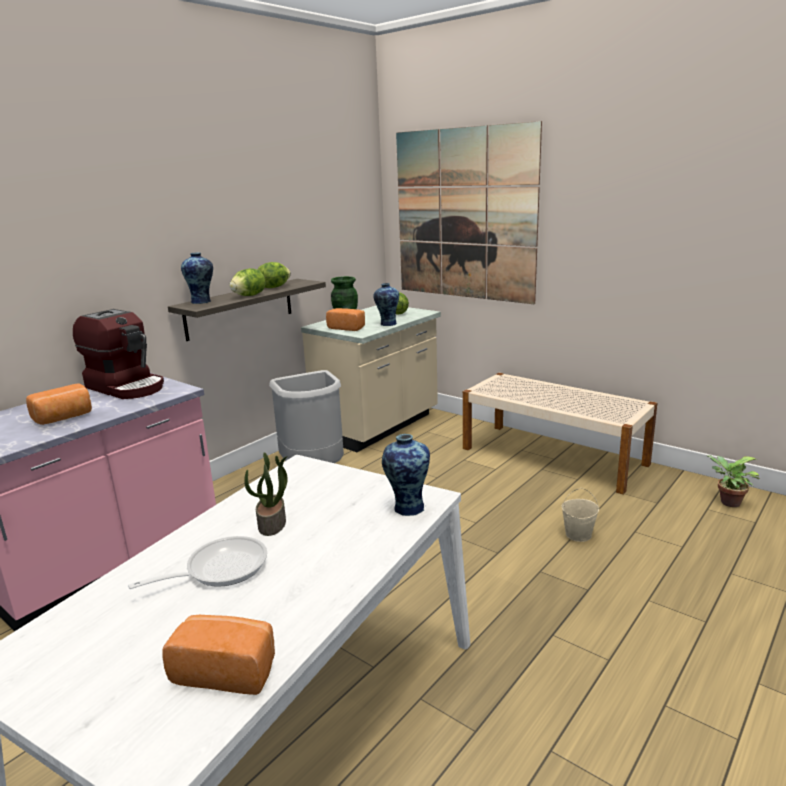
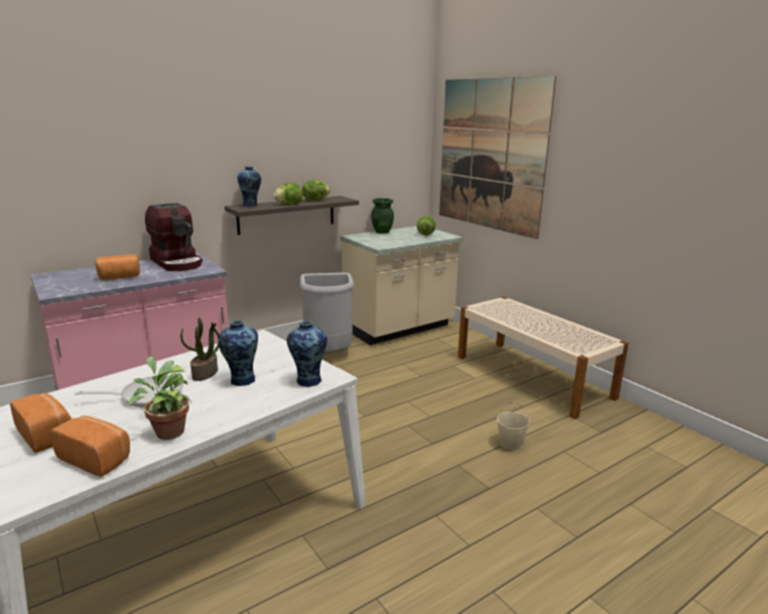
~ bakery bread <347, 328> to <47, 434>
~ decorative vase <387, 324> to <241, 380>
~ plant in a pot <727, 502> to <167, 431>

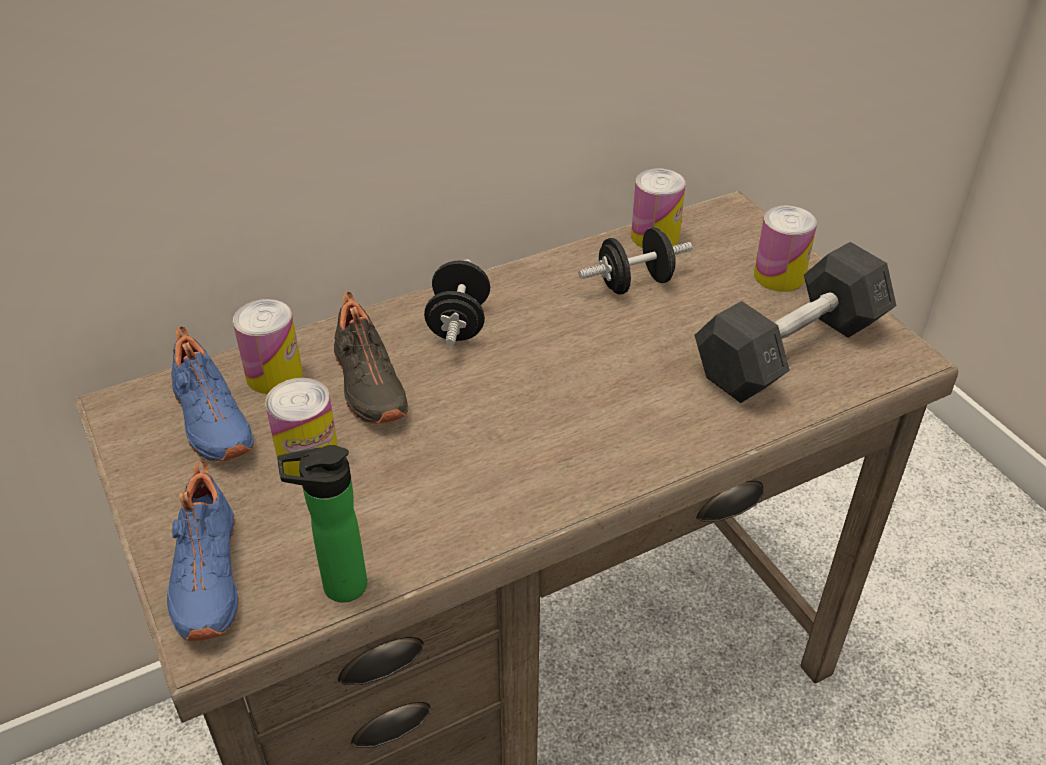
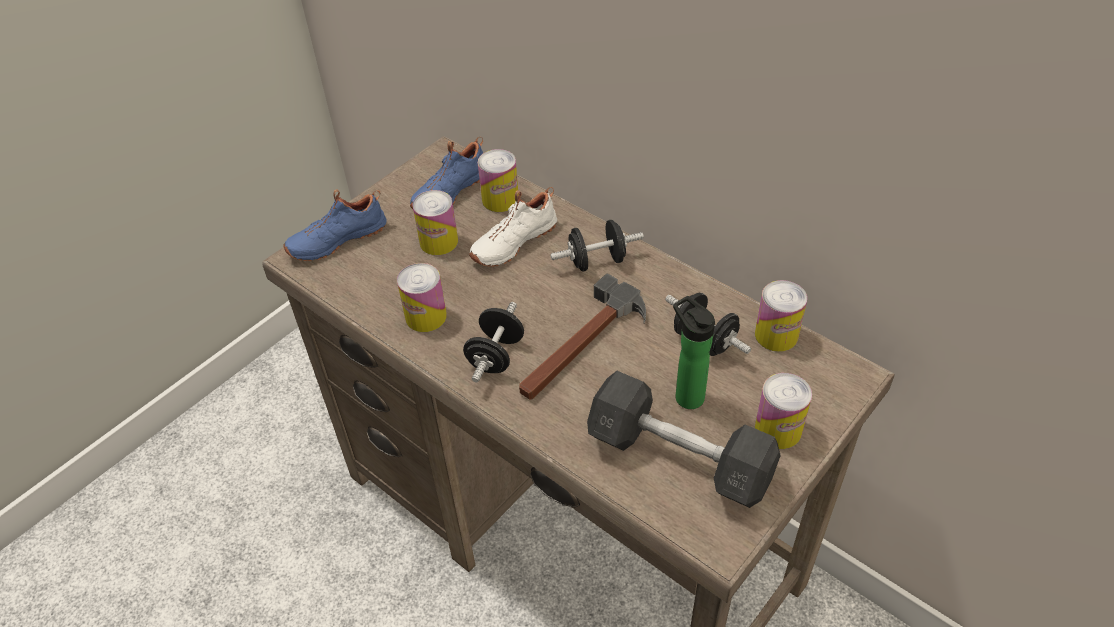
+ metal can <426, 316>
+ blackish dumbbell <496, 356>
+ hammer <581, 346>
~ beverage bottle <338, 587> to <686, 395>
~ blackish item of footwear <366, 385> to white item of footwear <512, 241>

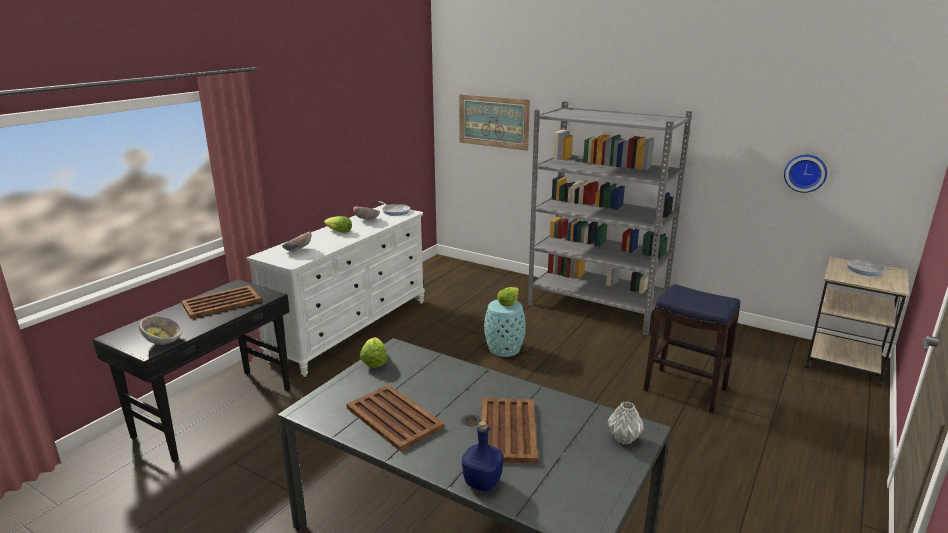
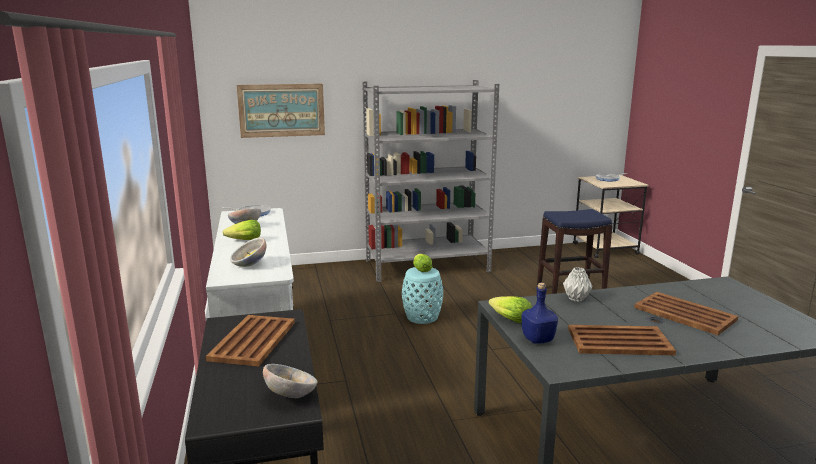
- clock on the wall <805, 172>
~ blue beverage bottle <482, 482> to <537, 339>
~ gray decorative vase <624, 438> to <576, 298>

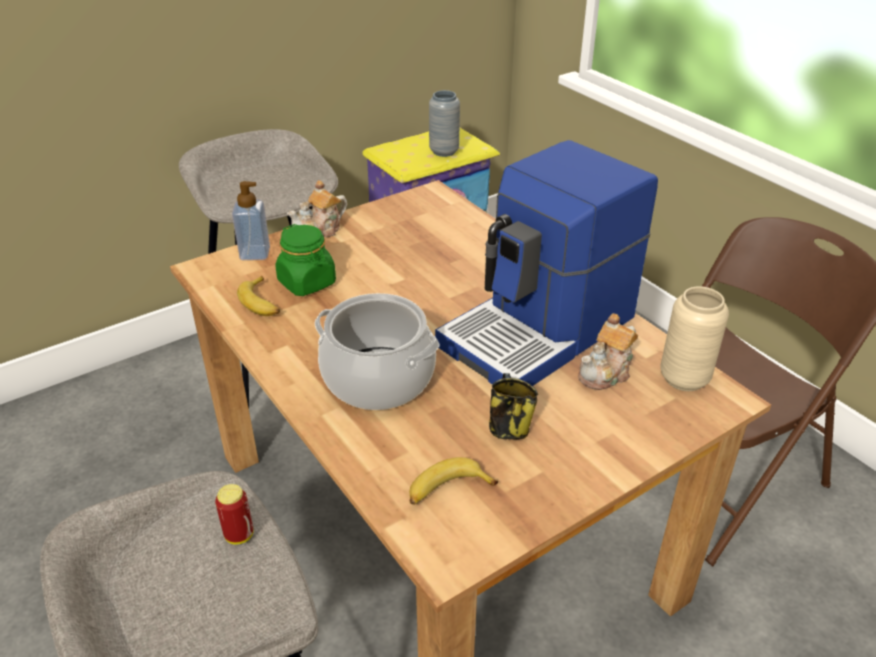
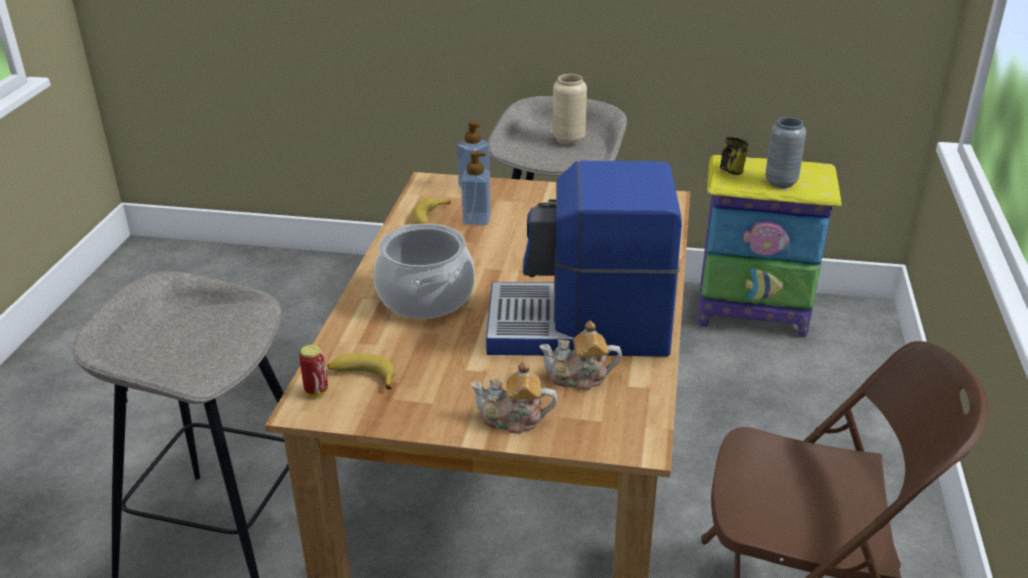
~ metal can <239, 535> to <316, 391>
~ tea pot <320, 230> to <513, 419>
~ tea mug <508, 427> to <733, 170>
~ beige-coloured decorative vase <684, 379> to <568, 139>
~ greenish jar <307, 283> to soap bottle <476, 219>

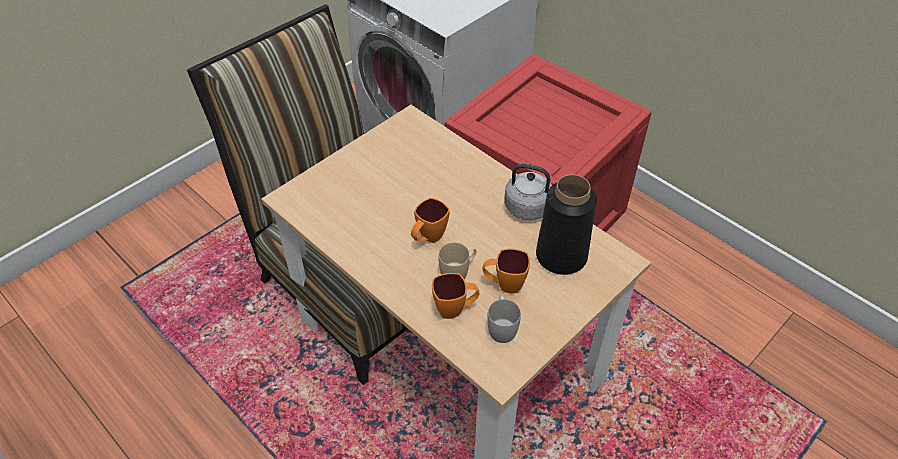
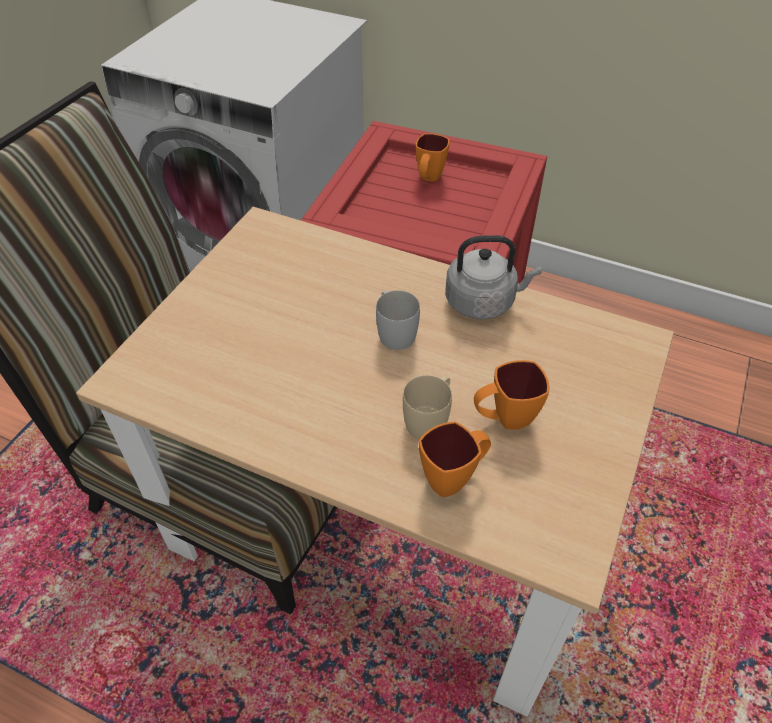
- blackish decorative vase <561, 256>
~ orange tea mug <428, 238> to <428, 179>
~ white tea mug <502, 326> to <394, 331>

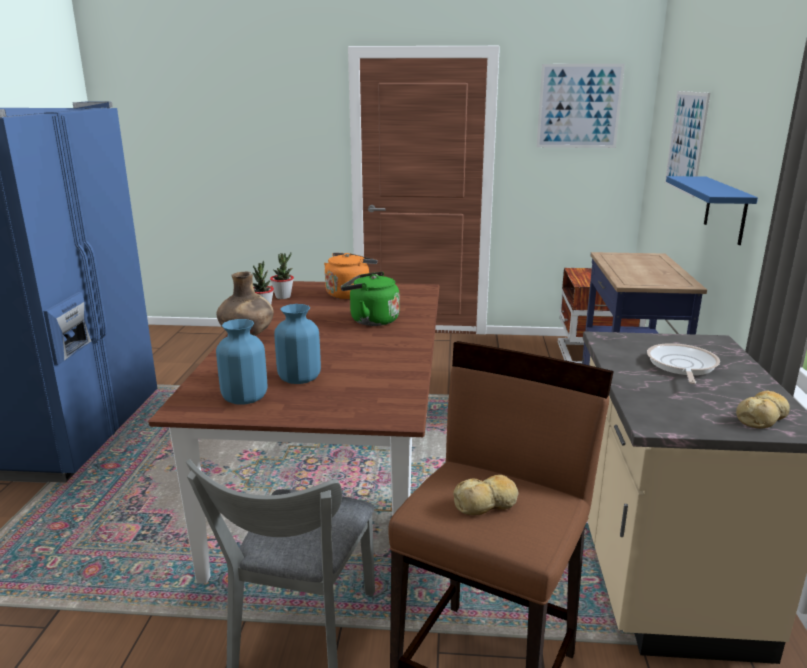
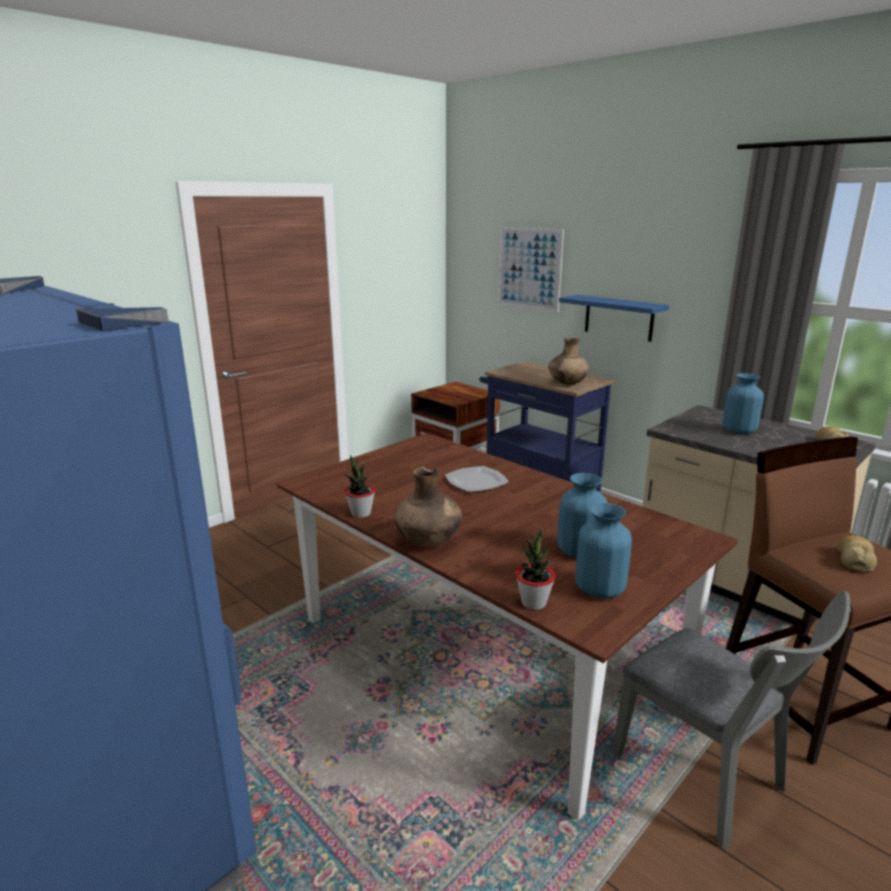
- orange kettle <349, 294>
- wall art <579, 106>
+ brown decorative vase <567, 384>
~ plant in a pot <283, 297> to <533, 602>
~ greenish kettle <371, 320> to plate <475, 481>
~ frying pan <681, 366> to blue decorative vase <738, 431>

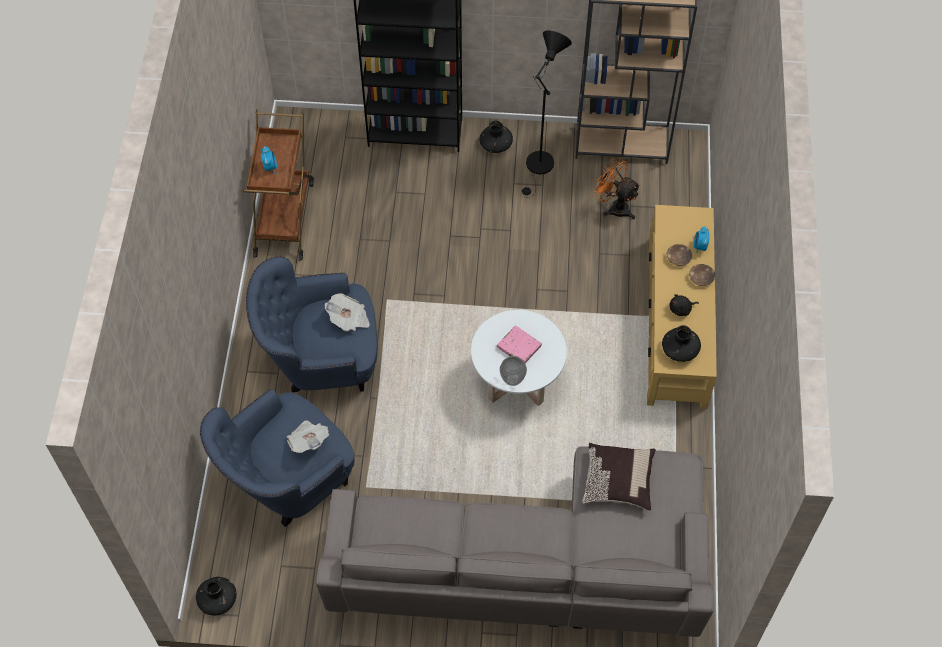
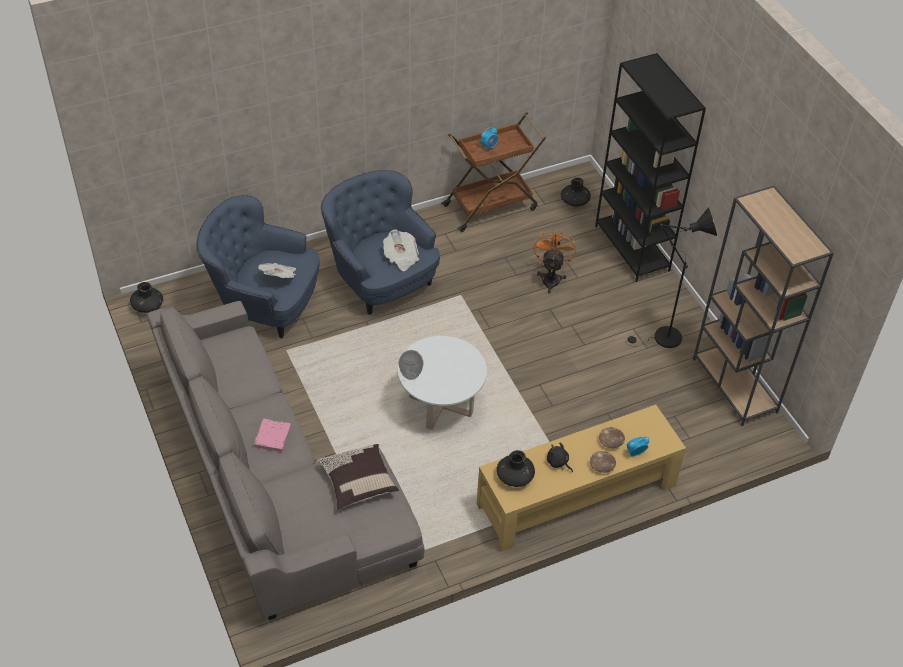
~ blackish decorative vase <495, 144> to <574, 201>
~ pink volume <519, 346> to <272, 437>
~ orange fan <614, 207> to <551, 277>

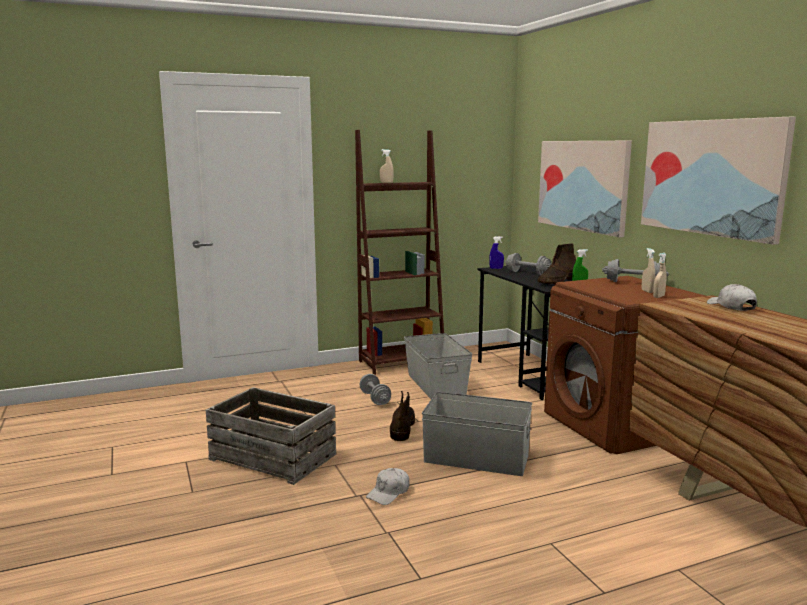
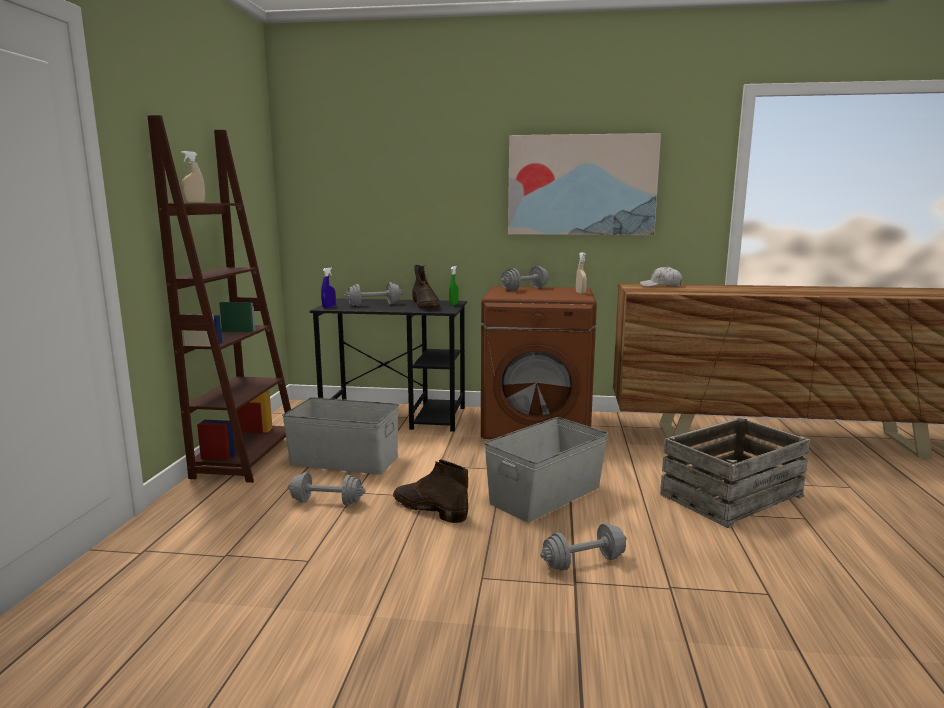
- wall art <583, 185>
- beige-coloured spray bottle <647, 291>
~ shipping crate <274, 456> to <730, 495>
~ white peaked cap <389, 493> to gray dumbbell <583, 562>

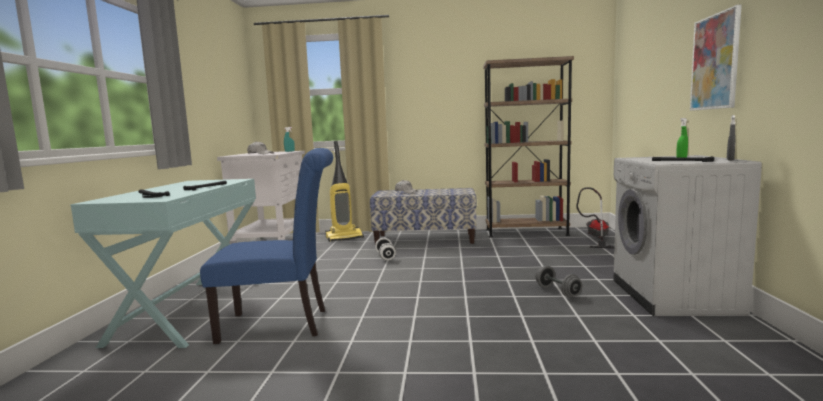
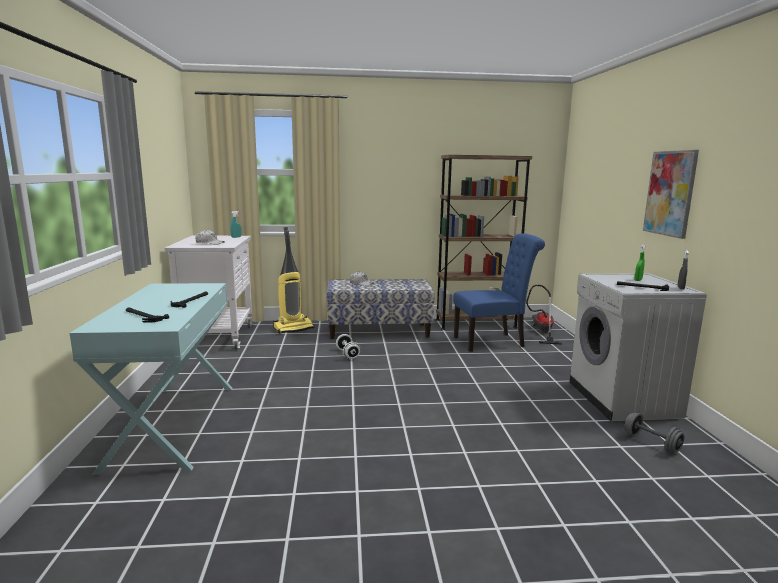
~ blue plain chair <281, 324> to <493, 342>
~ gray dumbbell <557, 292> to <651, 443>

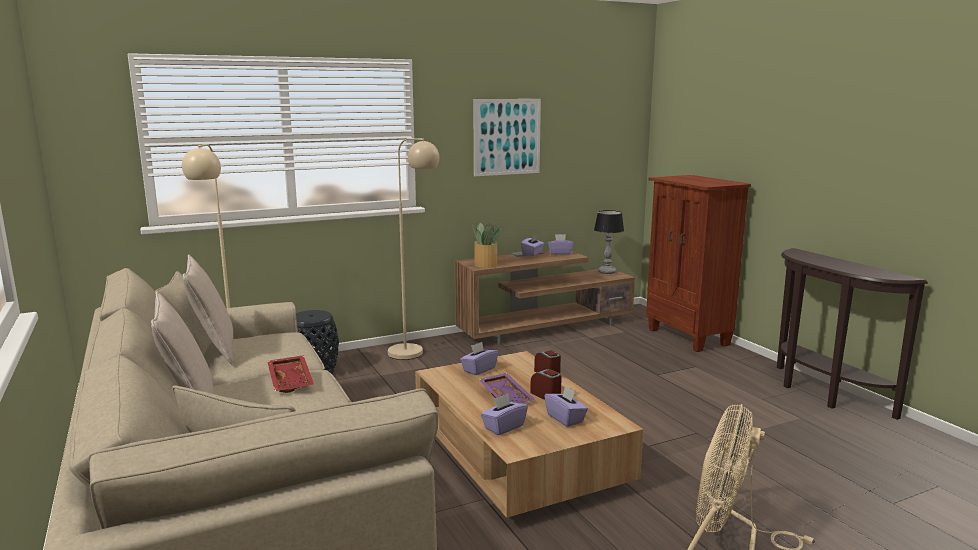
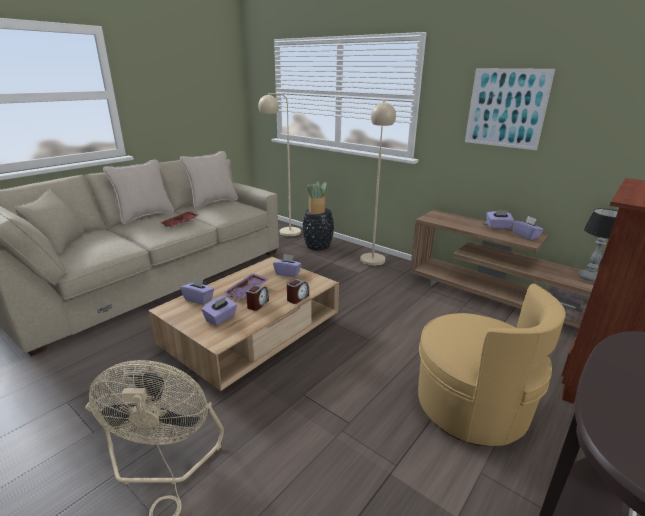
+ beige-coloured armchair <470, 406>
~ plant in a pot <485, 264> to <317, 211>

